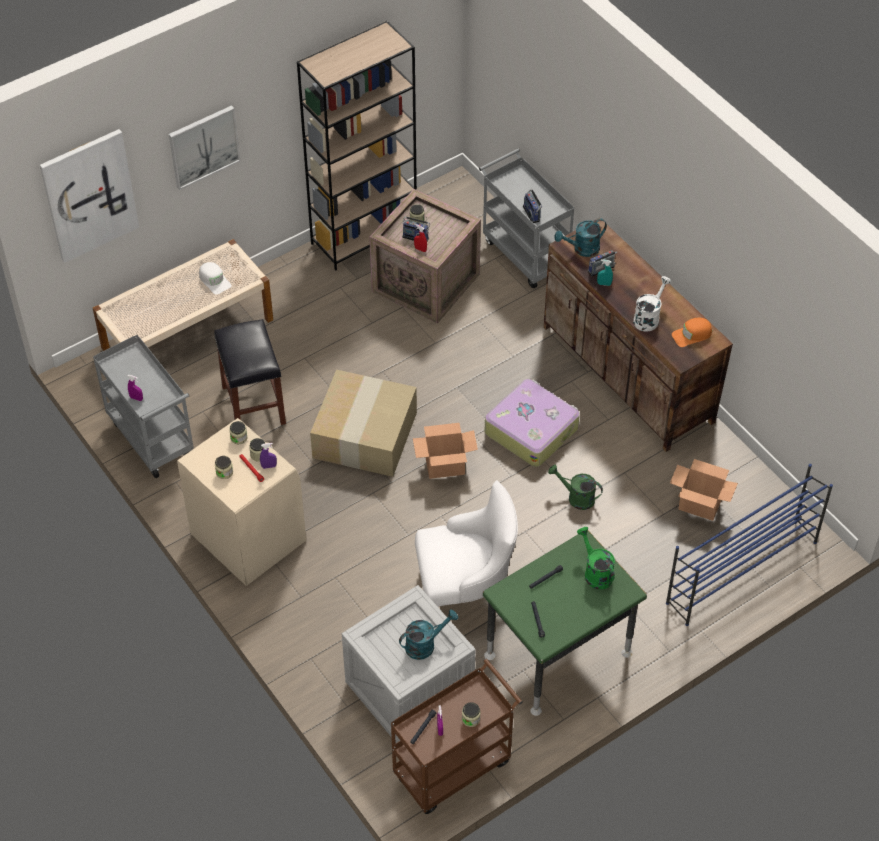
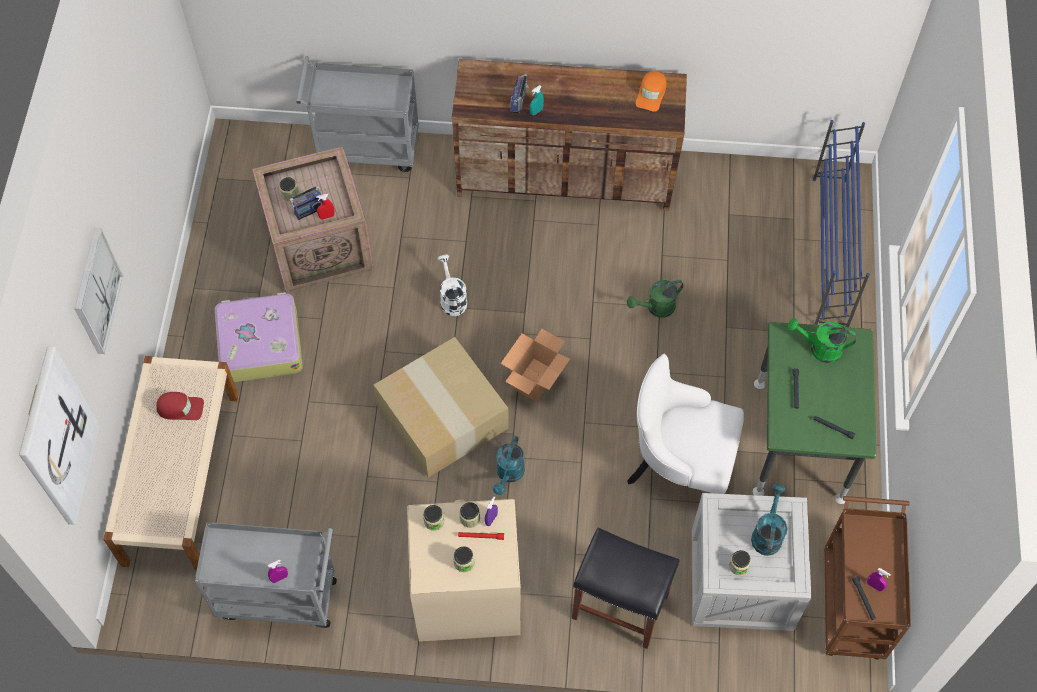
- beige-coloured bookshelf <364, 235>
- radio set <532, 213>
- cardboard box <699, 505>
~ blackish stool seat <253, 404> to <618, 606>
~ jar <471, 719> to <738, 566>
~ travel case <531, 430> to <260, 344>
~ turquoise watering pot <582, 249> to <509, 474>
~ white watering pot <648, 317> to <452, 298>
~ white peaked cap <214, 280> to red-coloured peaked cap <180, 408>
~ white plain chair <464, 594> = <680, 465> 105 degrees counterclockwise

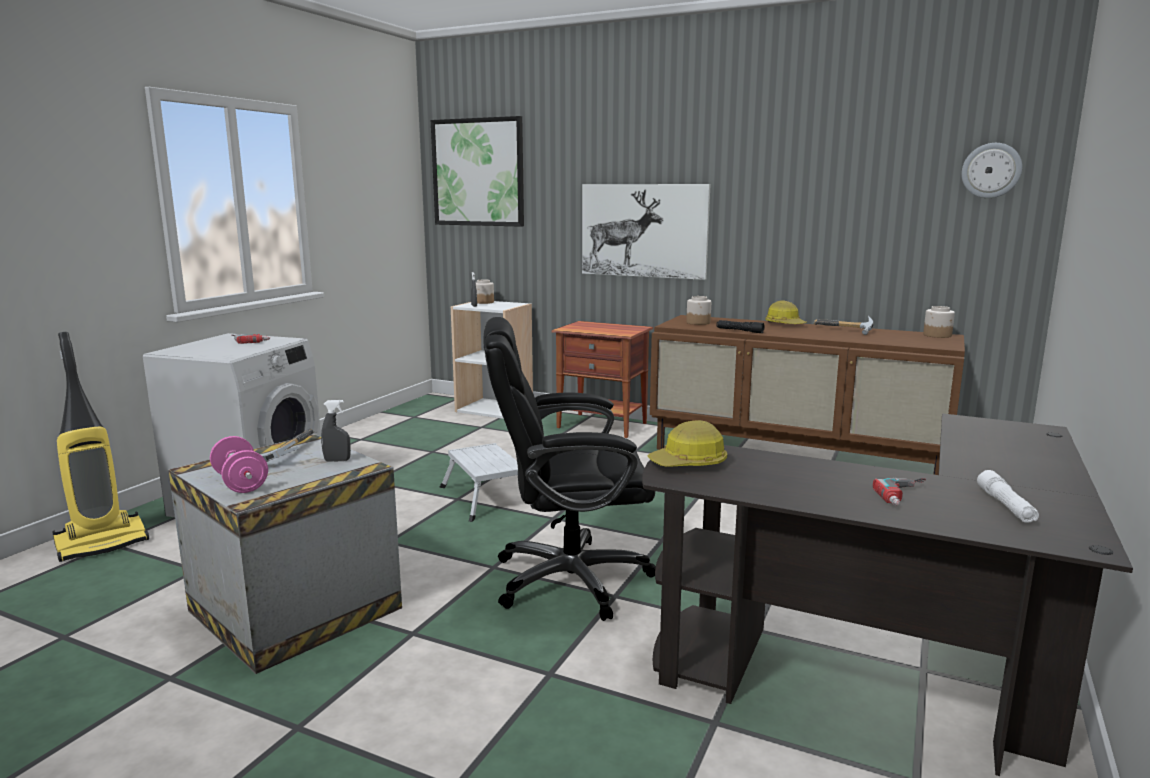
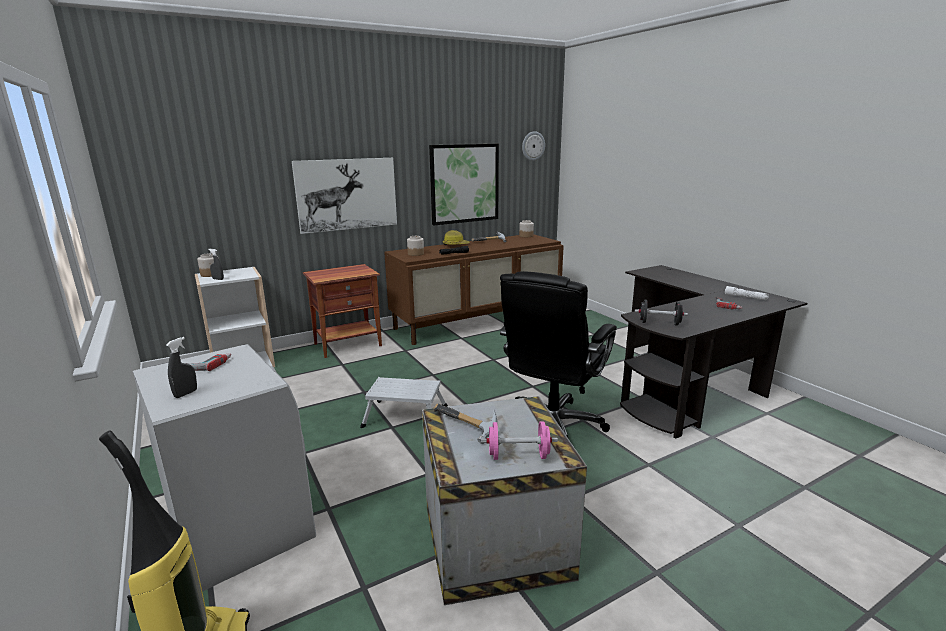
~ gray spray bottle <337, 460> to <186, 394>
~ wall art <478, 172> to <464, 183>
~ hard hat <689, 464> to blackish dumbbell <659, 323>

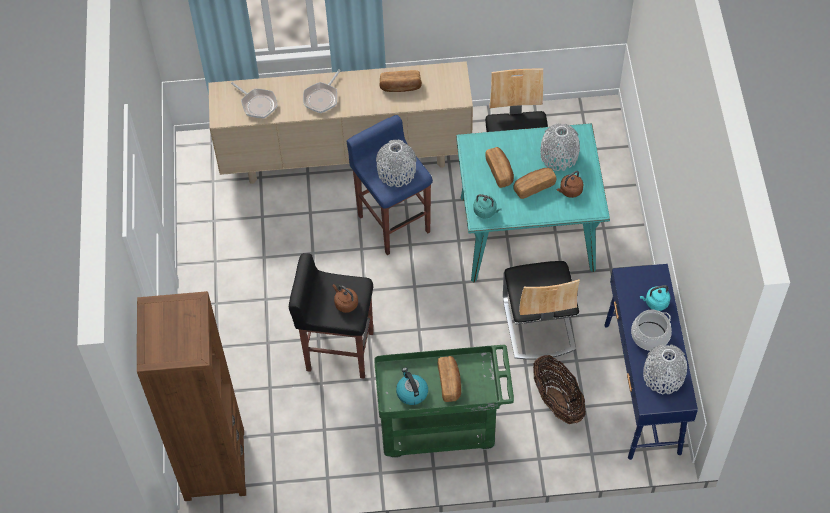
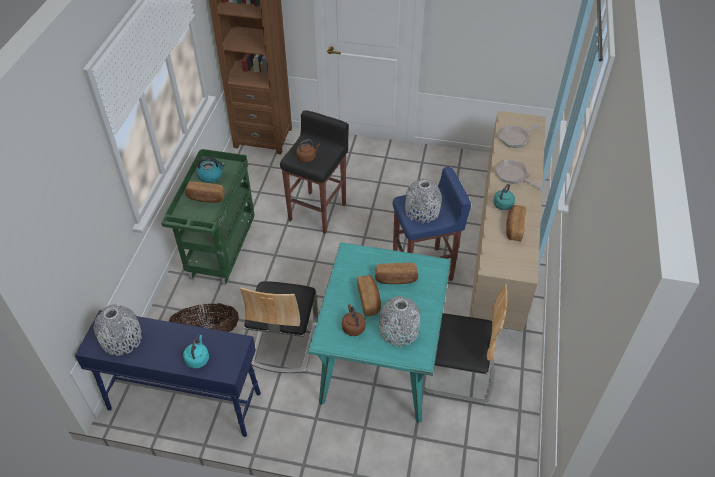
- cooking pot <650, 336>
~ turquoise kettle <486, 211> to <502, 205>
~ plain chair <538, 324> = <283, 341> 90 degrees counterclockwise

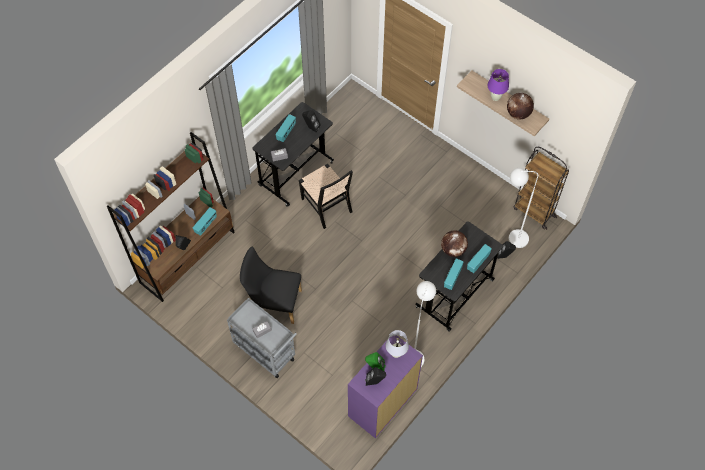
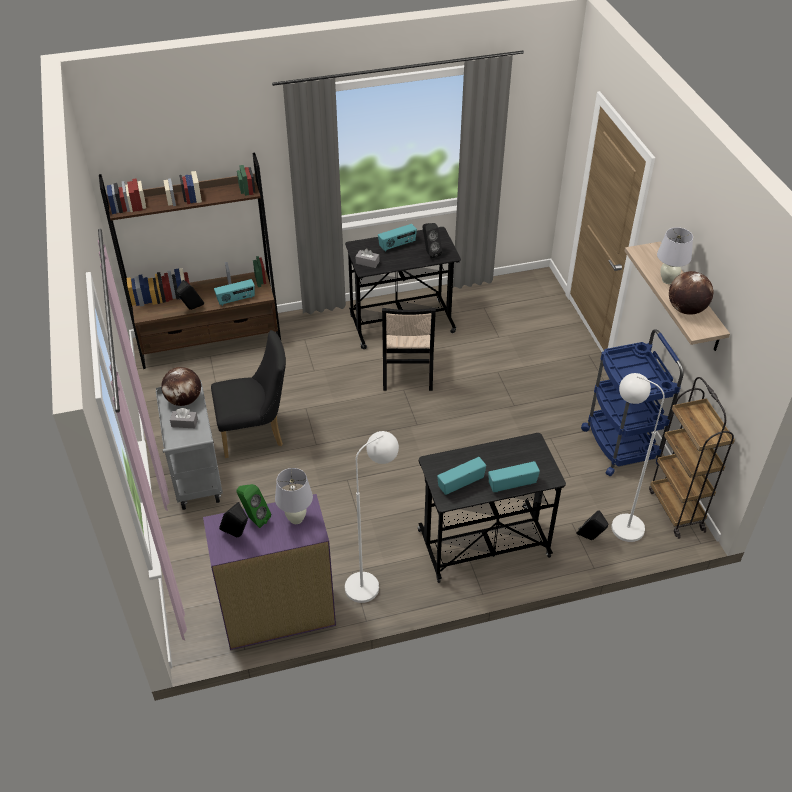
+ blue trolley <620, 446>
~ desk globe <453, 250> to <184, 400>
~ purple tabletop lamp <495, 98> to white tabletop lamp <668, 280>
~ blackish plain chair <274, 302> = <256, 433> 120 degrees clockwise

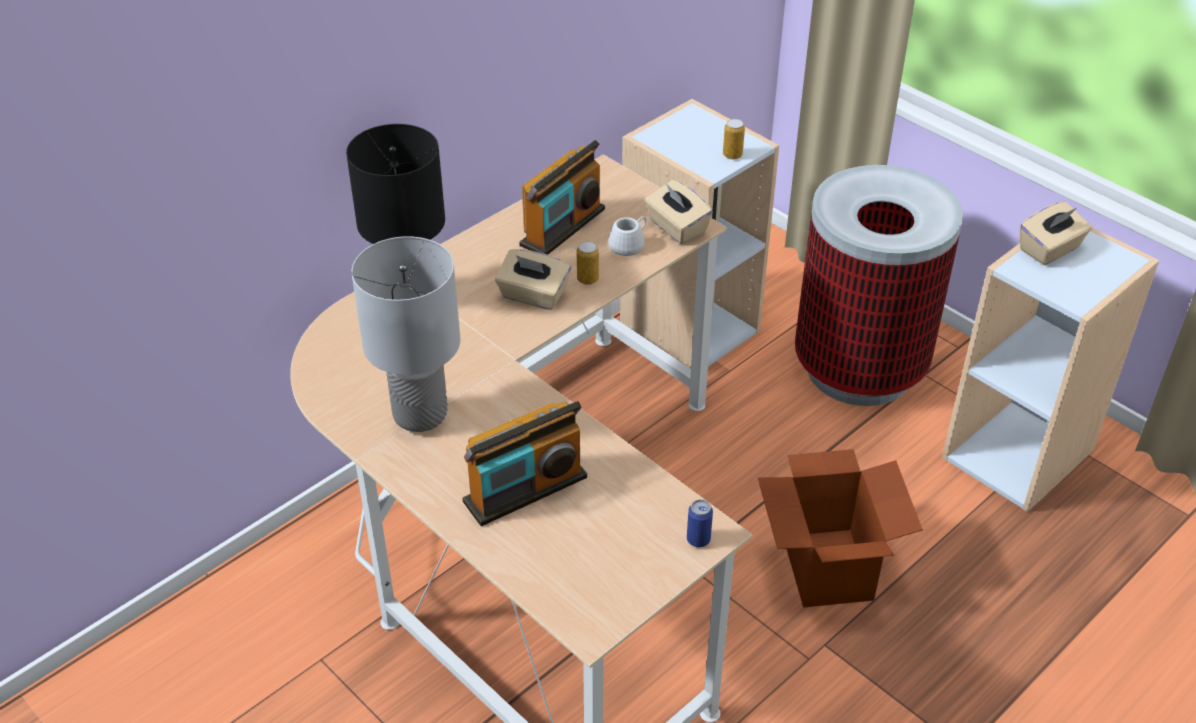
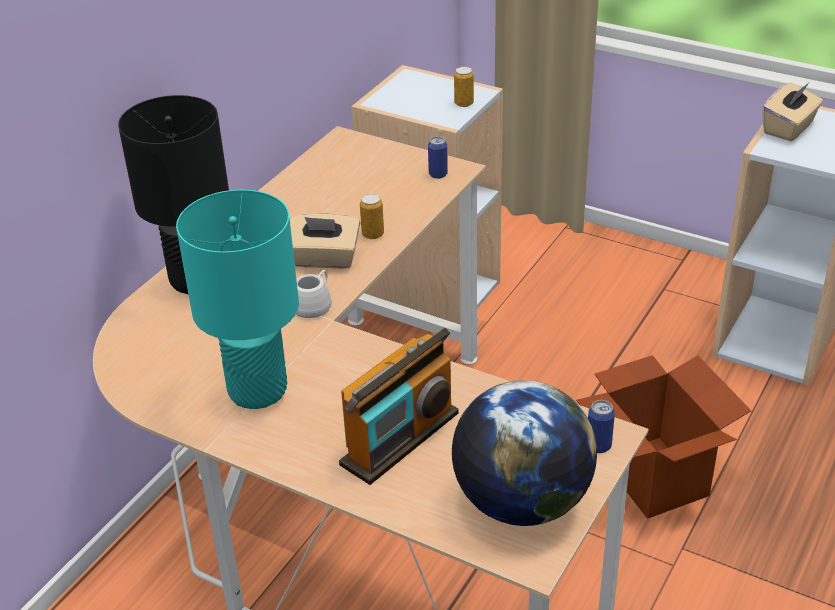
- radio set <563, 227>
- waste bin <860, 369>
+ desk globe <521, 502>
~ white tea mug <629, 244> to <314, 304>
~ beige-coloured box of tissues <676, 227> to metal can <438, 174>
~ gray tabletop lamp <421, 418> to turquoise tabletop lamp <259, 394>

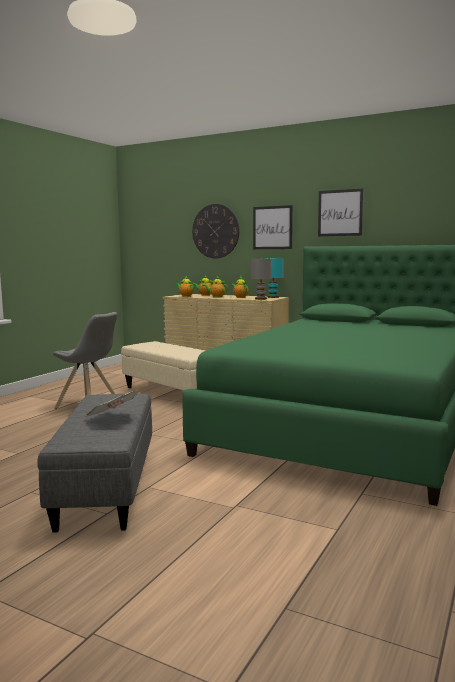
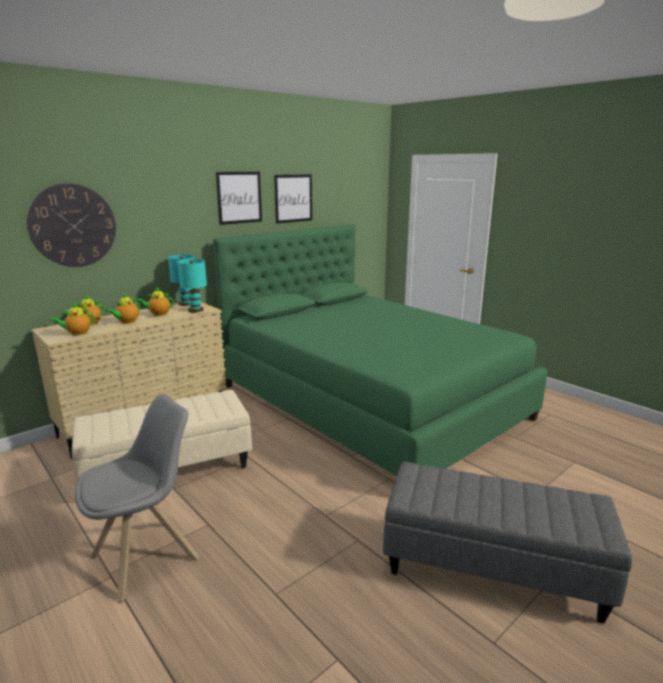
- daily paper <112, 418>
~ wall art <272, 227> to <293, 198>
~ gray tabletop lamp <260, 299> to turquoise tabletop lamp <195, 310>

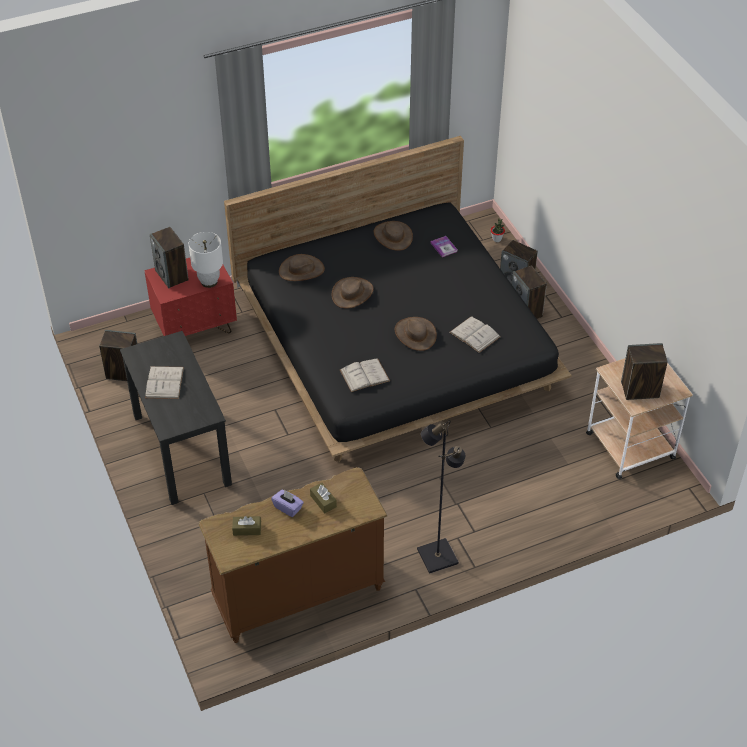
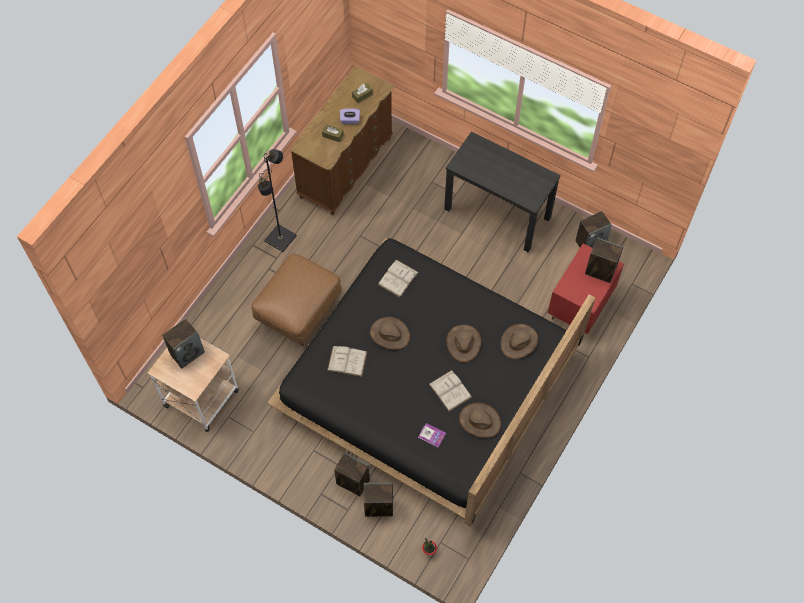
- white tabletop lamp <209, 282>
+ brown ottoman <299, 313>
~ white volume <164, 382> to <450, 390>

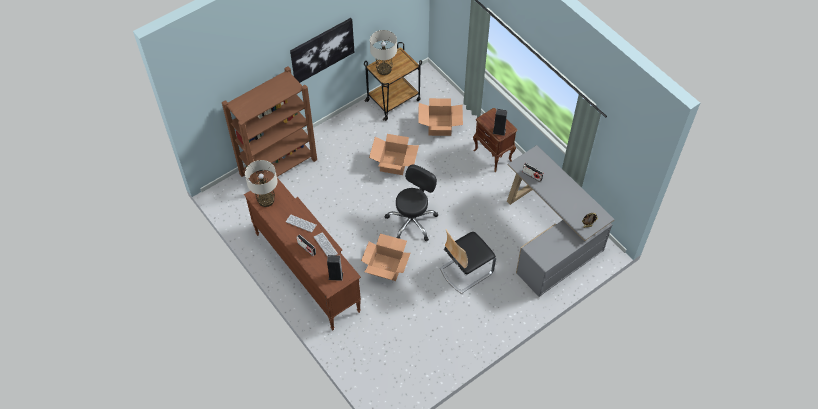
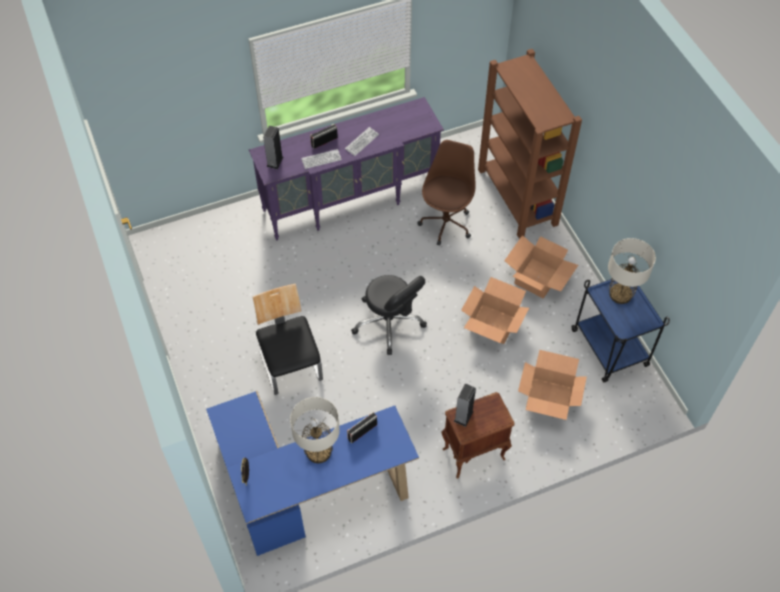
- wall art <322, 50>
+ brown computer chair <446, 223>
~ tabletop lamp <266, 200> to <318, 452>
~ cardboard box <386, 266> to <538, 278>
~ brown cabinet <307, 272> to purple cabinet <350, 201>
~ brown trolley <393, 100> to blue trolley <610, 349>
~ gray desk table <550, 238> to blue desk table <305, 489>

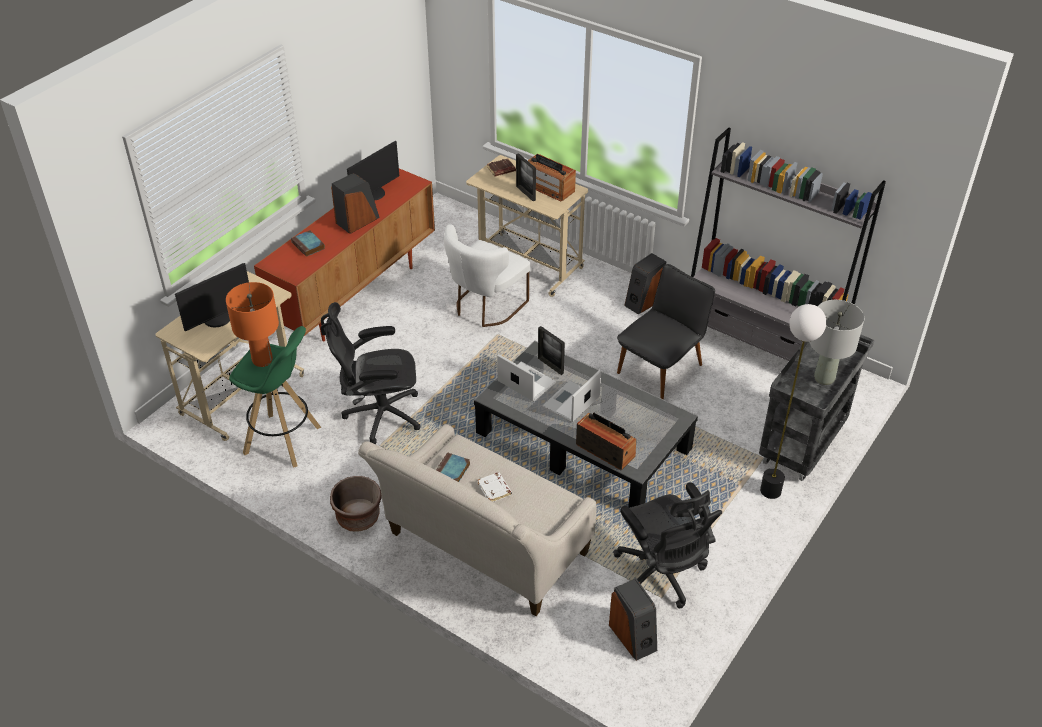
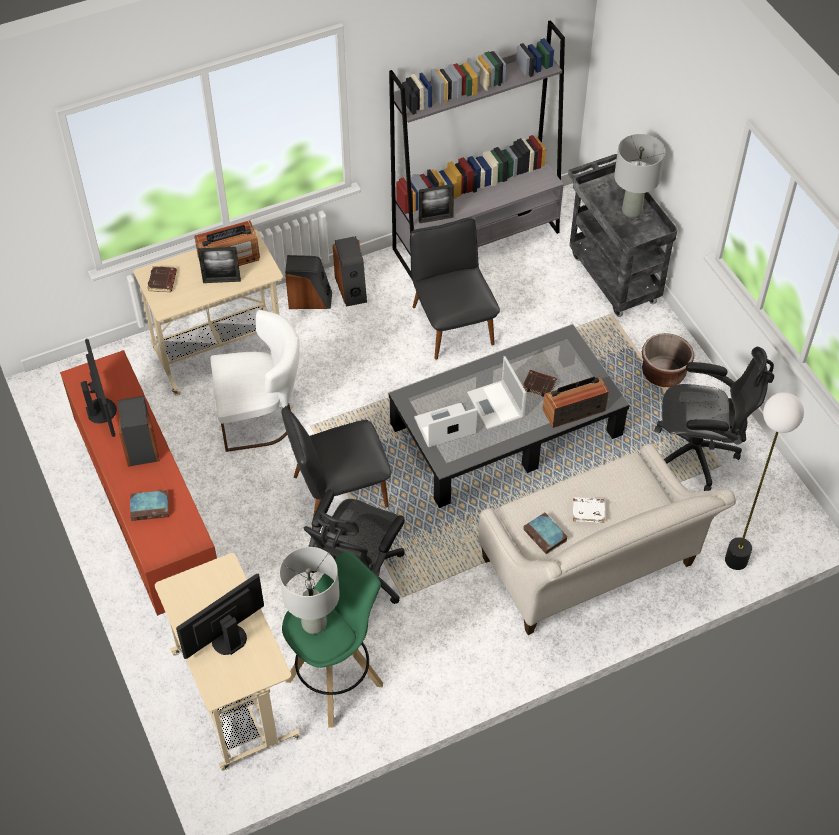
+ blackish plain chair <340, 491>
+ brown volume <539, 385>
~ brown planter <358, 517> to <663, 373>
~ standing frame <550, 366> to <436, 219>
~ speaker <633, 636> to <310, 299>
~ standard lamp <770, 490> to <736, 560>
~ orange tabletop lamp <262, 360> to gray tabletop lamp <314, 624>
~ computer display <218, 319> = <227, 638> 120 degrees counterclockwise
~ white plain chair <485, 307> = <261, 417> 75 degrees counterclockwise

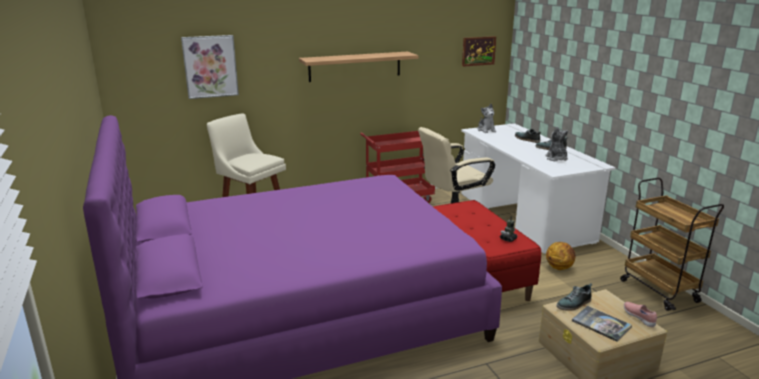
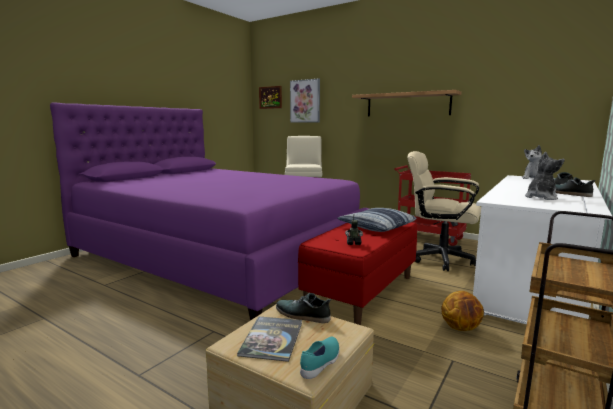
+ pillow <376, 226>
~ wall art <478, 51> to <270, 97>
~ pink item of footwear <639, 318> to turquoise item of footwear <321, 364>

